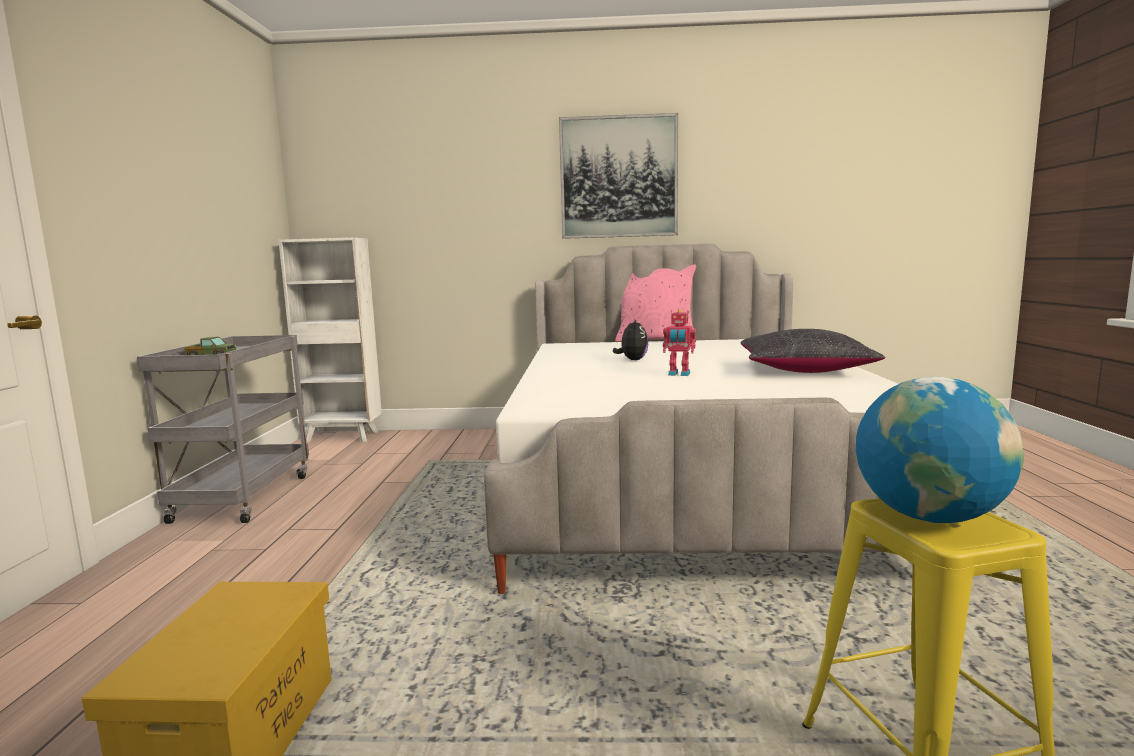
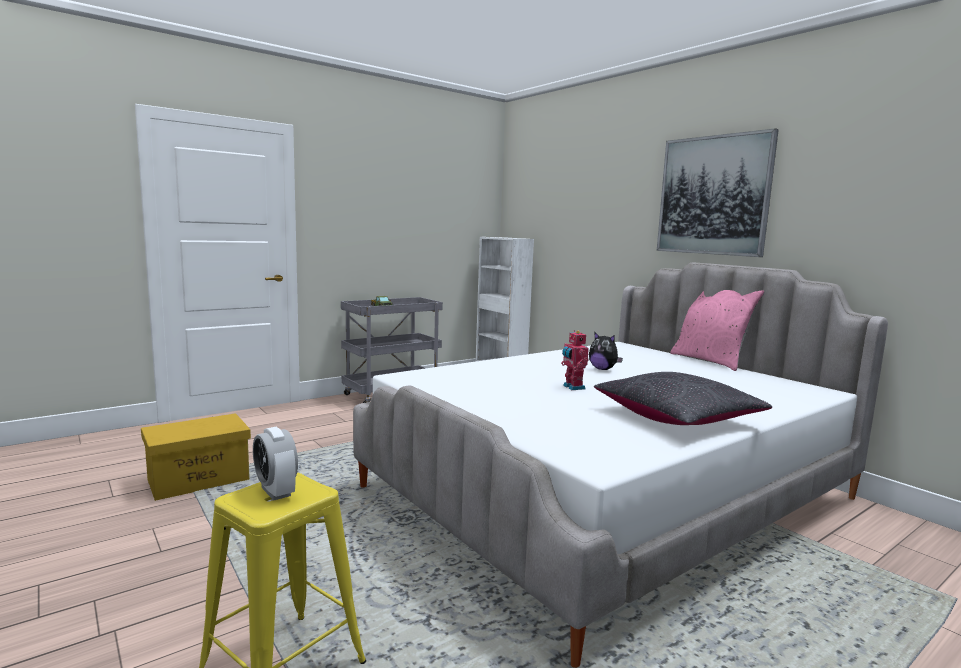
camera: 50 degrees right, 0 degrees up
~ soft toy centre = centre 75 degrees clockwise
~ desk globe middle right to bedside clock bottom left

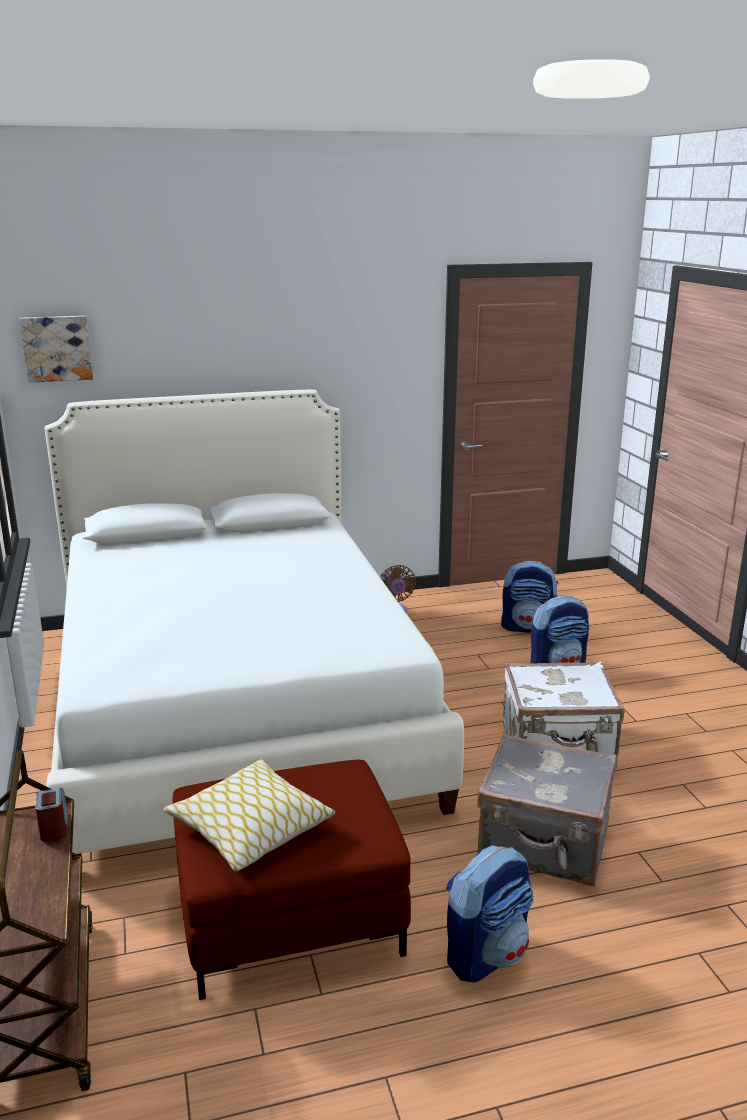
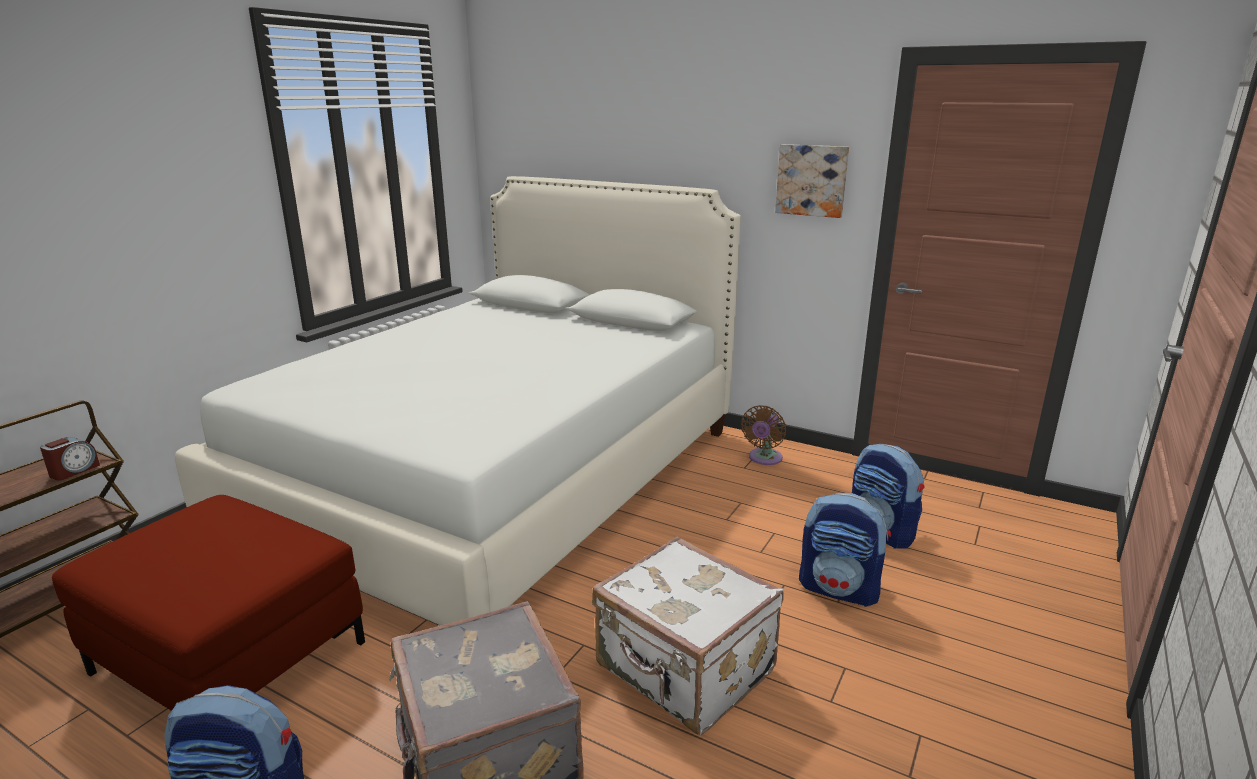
camera: 45 degrees right, 0 degrees up
~ wall picture top left to top centre
- cushion bottom centre

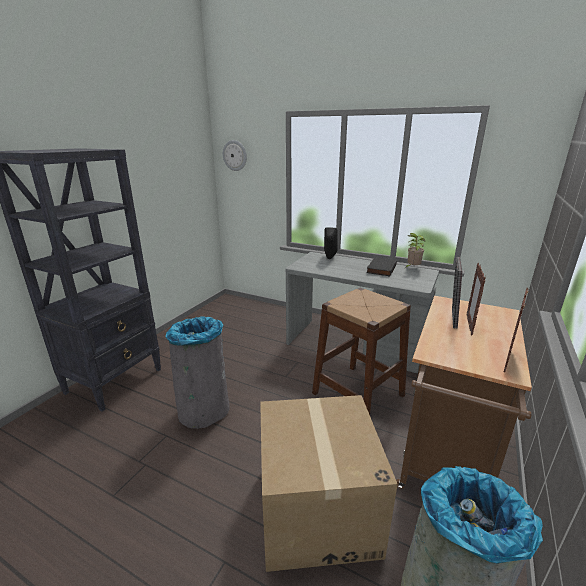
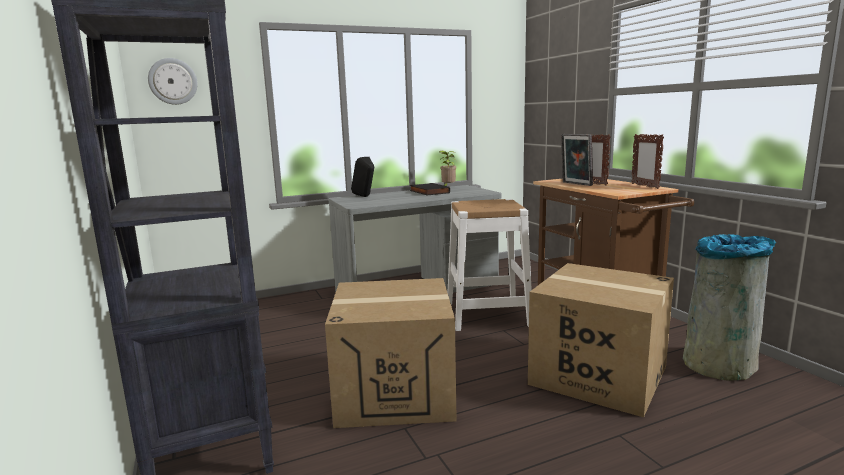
camera: 50 degrees left, 10 degrees down
~ stool/brownish centre to stool/white centre
~ trash can/gray (no. 1 from left) centre to packing box (no. 1 from left) bottom centre

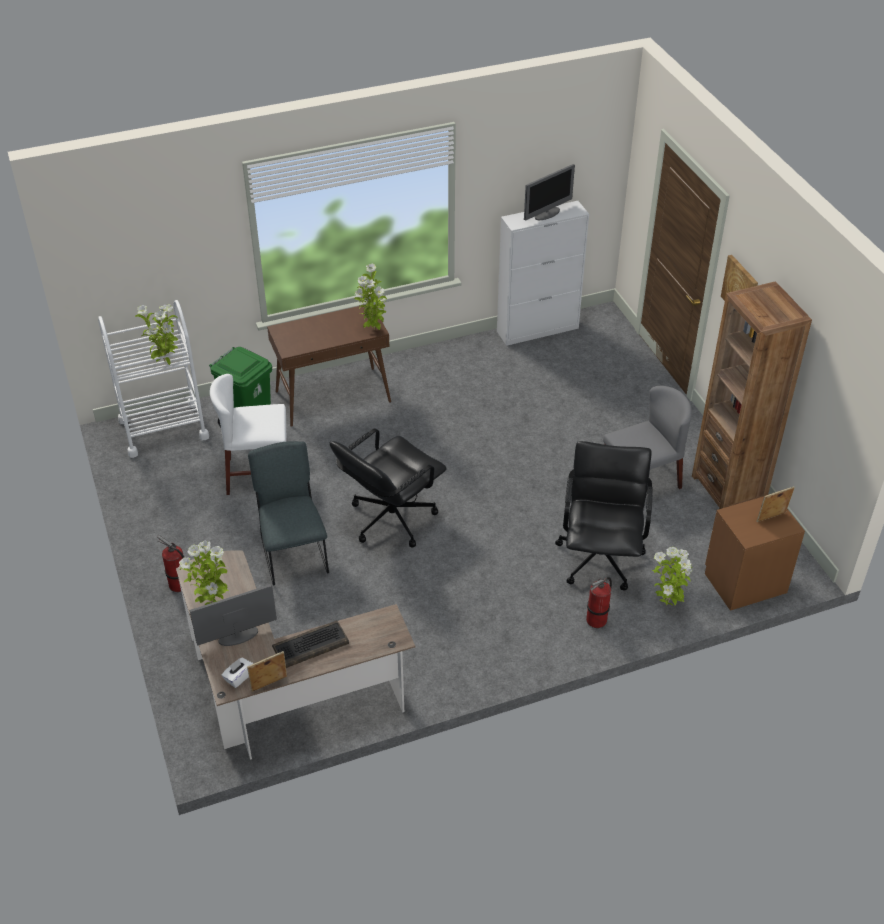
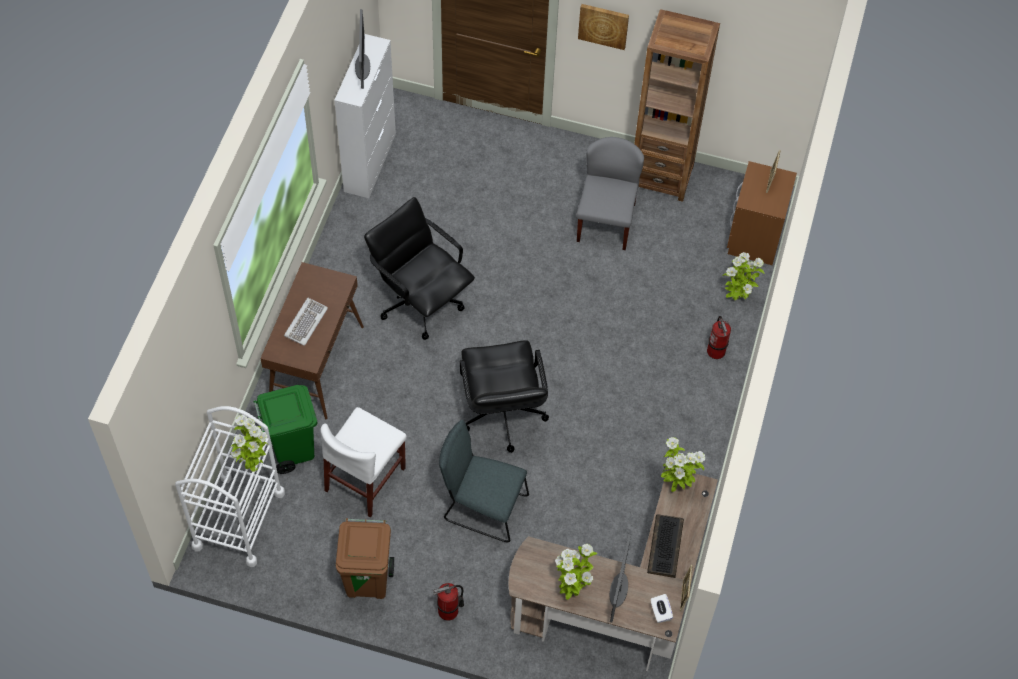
camera: 55 degrees left, 15 degrees up
~ plant in a pot (no. 3 from left) top centre to bottom right
~ office chair/blackish (no. 2 from left in the first image) middle right to office chair/blackish (no. 1 from left) centre
+ keyboard (no. 1 from left) middle left
+ trash can/brownish bottom centre

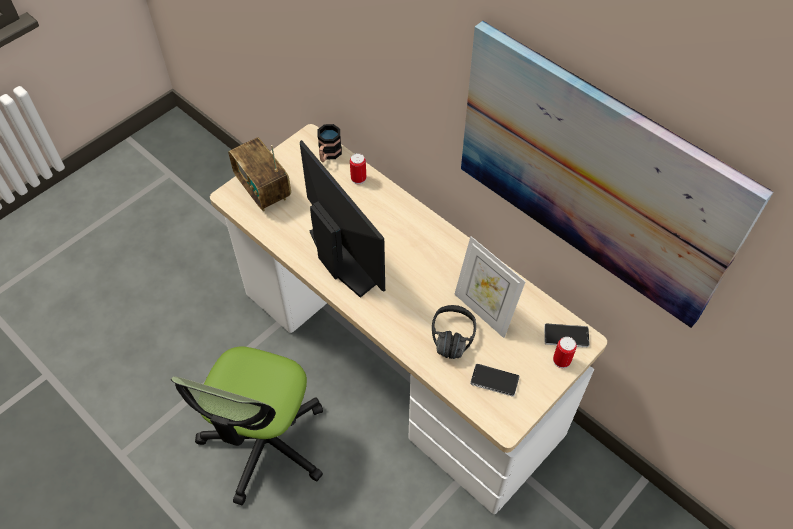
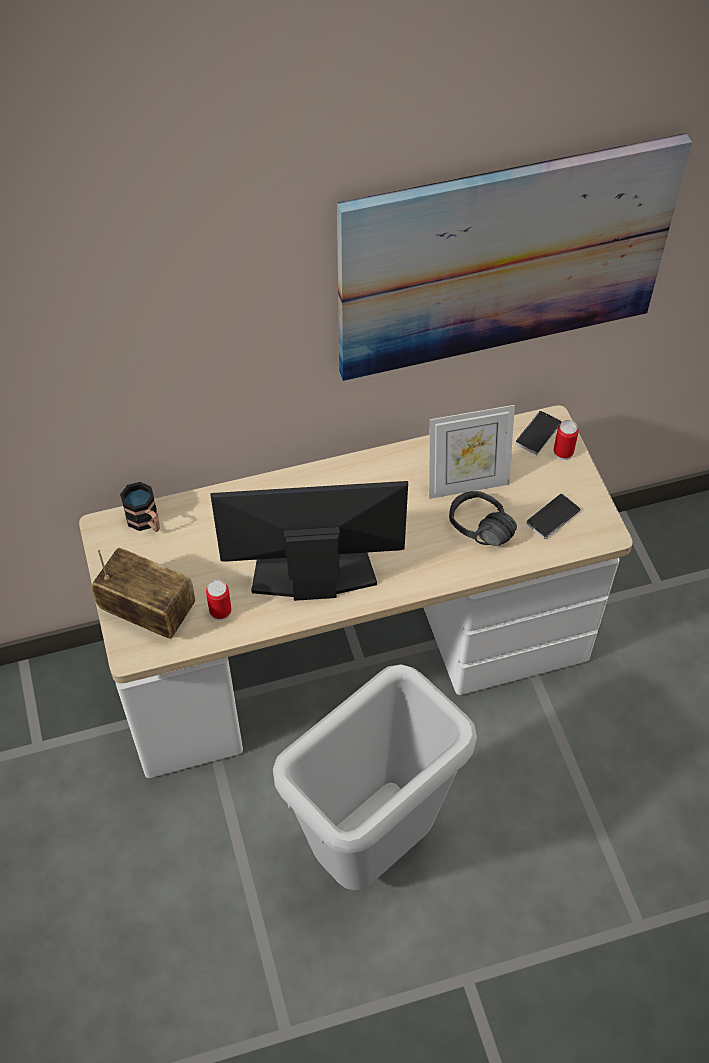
camera: 60 degrees left, 0 degrees up
~ radio top left = middle left 150 degrees counterclockwise
~ sealed can (no. 1 from left) top centre to middle left
~ office chair bottom left to trash can/gray bottom centre

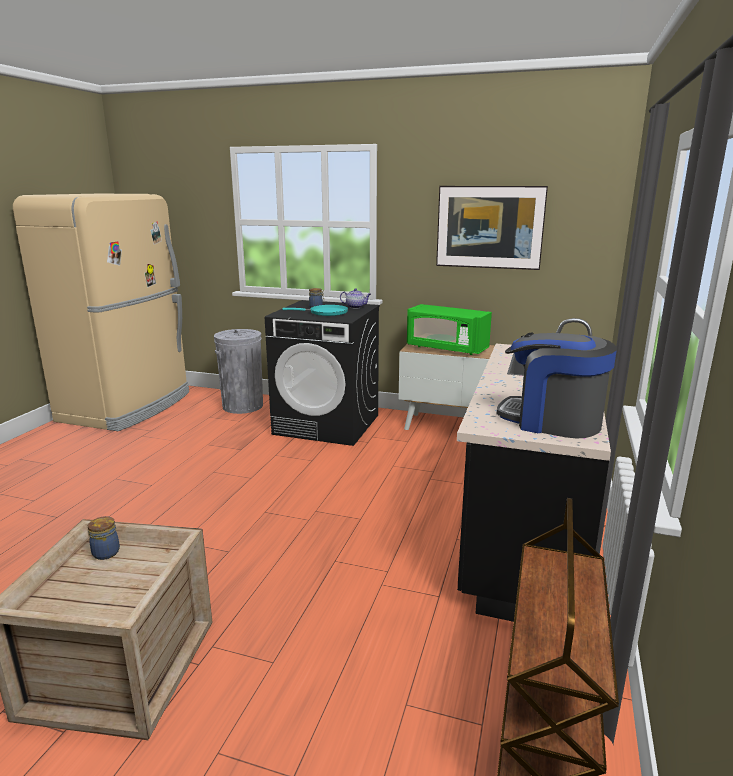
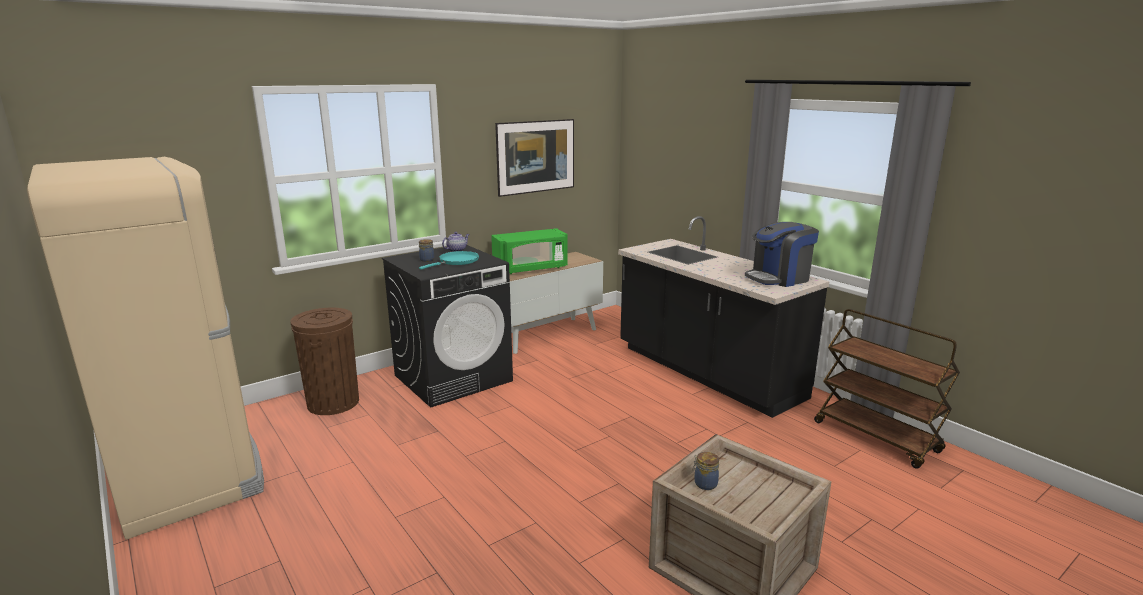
camera: 55 degrees left, 0 degrees up
~ trash can/gray middle left to trash can/brownish middle left

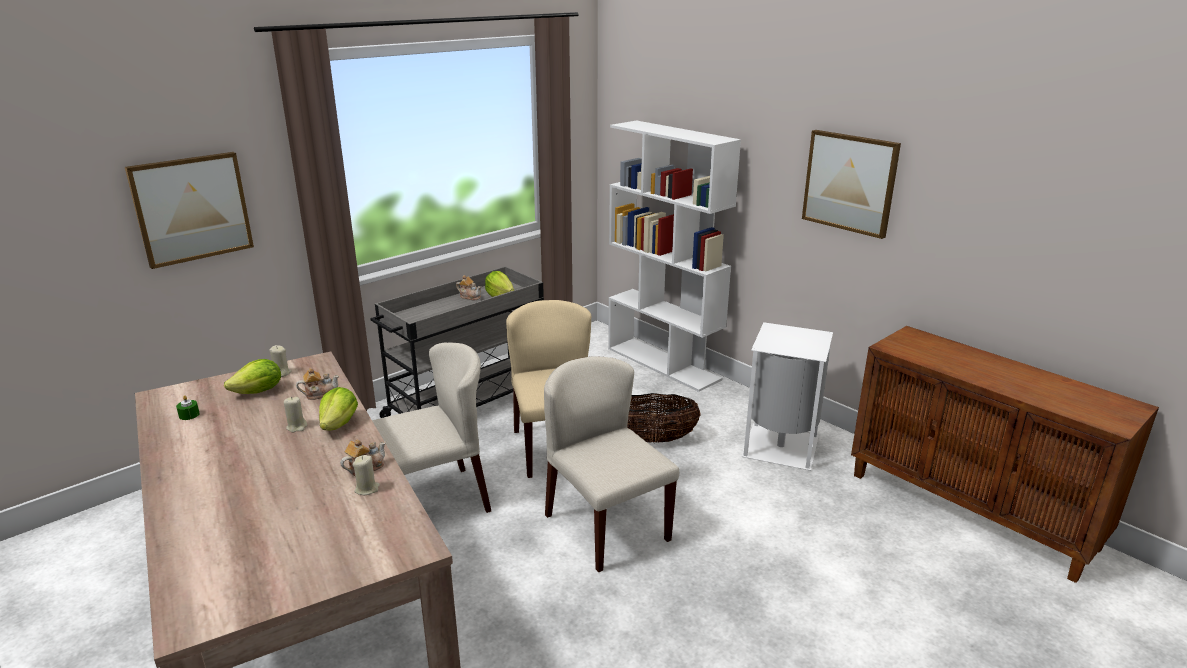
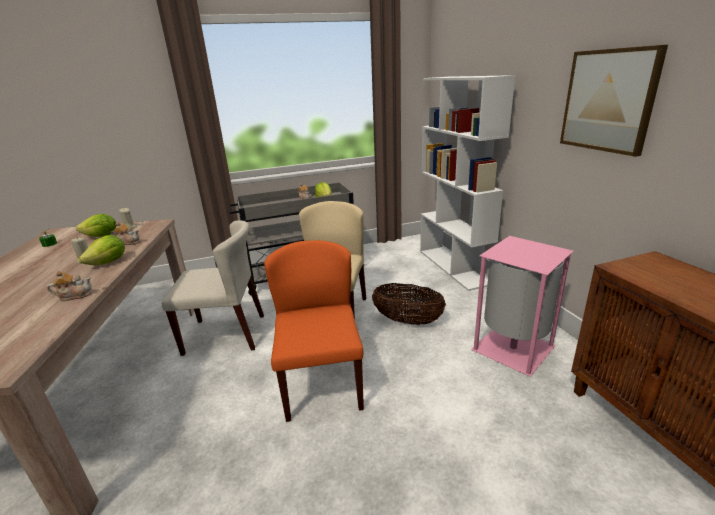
camera: 25 degrees right, 0 degrees up
- wall picture (no. 1 from left) top left
~ trash can/white centre to trash can/pink middle right
~ chair/sand-coloured (no. 3 from left) bottom centre to chair/orangey centre
- wax candle/sand-coloured (no. 3 from left) bottom left

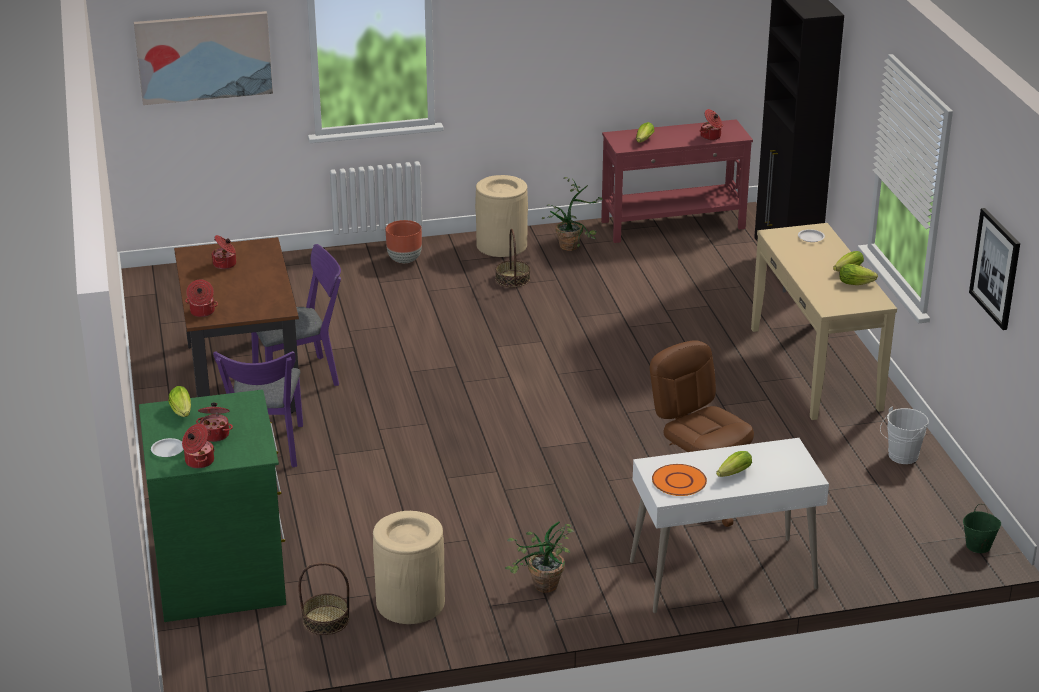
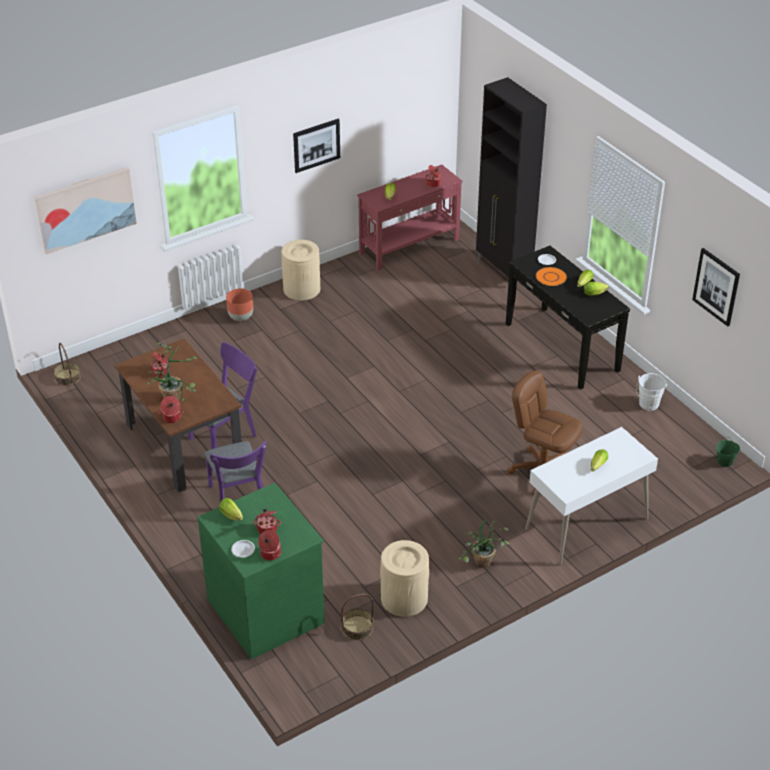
camera: 20 degrees left, 10 degrees up
~ plant in a pot (no. 2 from left in the first image) top centre to plant in a pot (no. 1 from left) middle left
~ console table/sand-coloured middle right to console table/blackish middle right
~ storage basket (no. 2 from left in the first image) centre to storage basket (no. 1 from left) middle left
~ flat dish/orangey bottom centre to middle right
+ wall picture (no. 2 from left) top centre

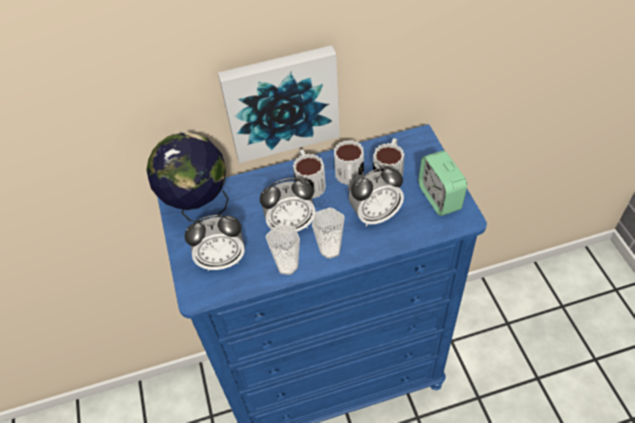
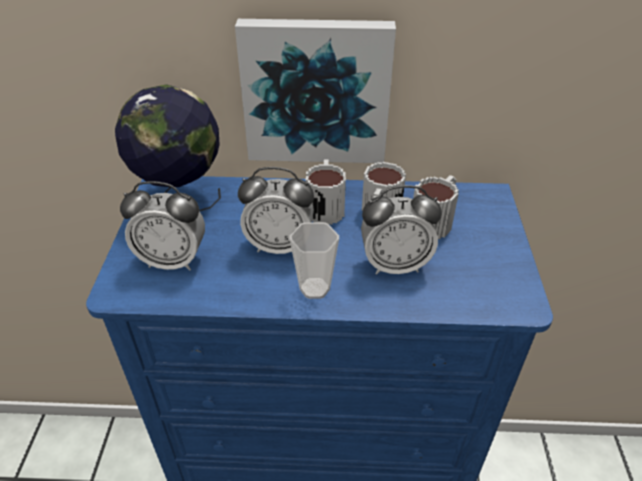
camera: 15 degrees right, 10 degrees down
- bedside clock (no. 4 from left) middle right
- cup (no. 1 from left) centre

